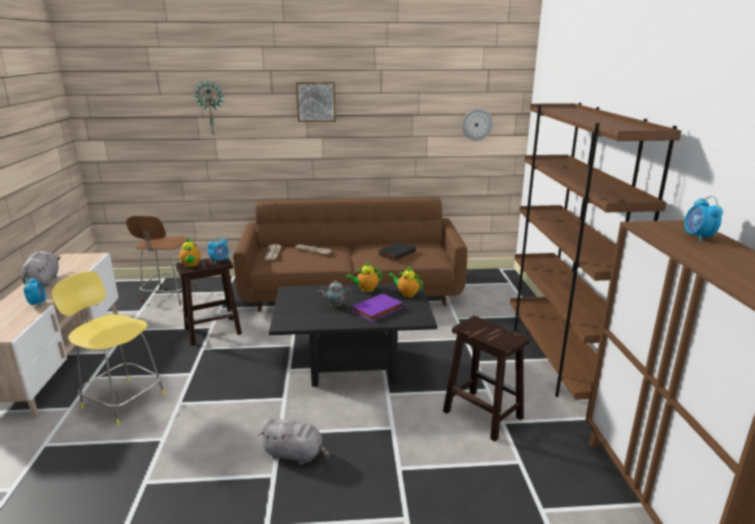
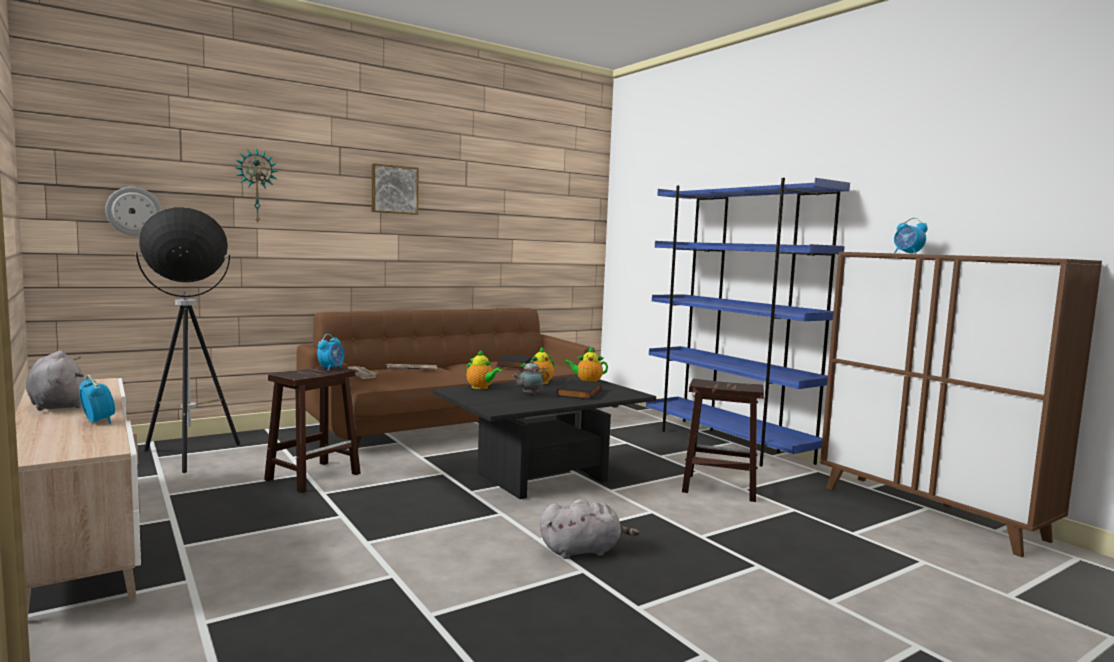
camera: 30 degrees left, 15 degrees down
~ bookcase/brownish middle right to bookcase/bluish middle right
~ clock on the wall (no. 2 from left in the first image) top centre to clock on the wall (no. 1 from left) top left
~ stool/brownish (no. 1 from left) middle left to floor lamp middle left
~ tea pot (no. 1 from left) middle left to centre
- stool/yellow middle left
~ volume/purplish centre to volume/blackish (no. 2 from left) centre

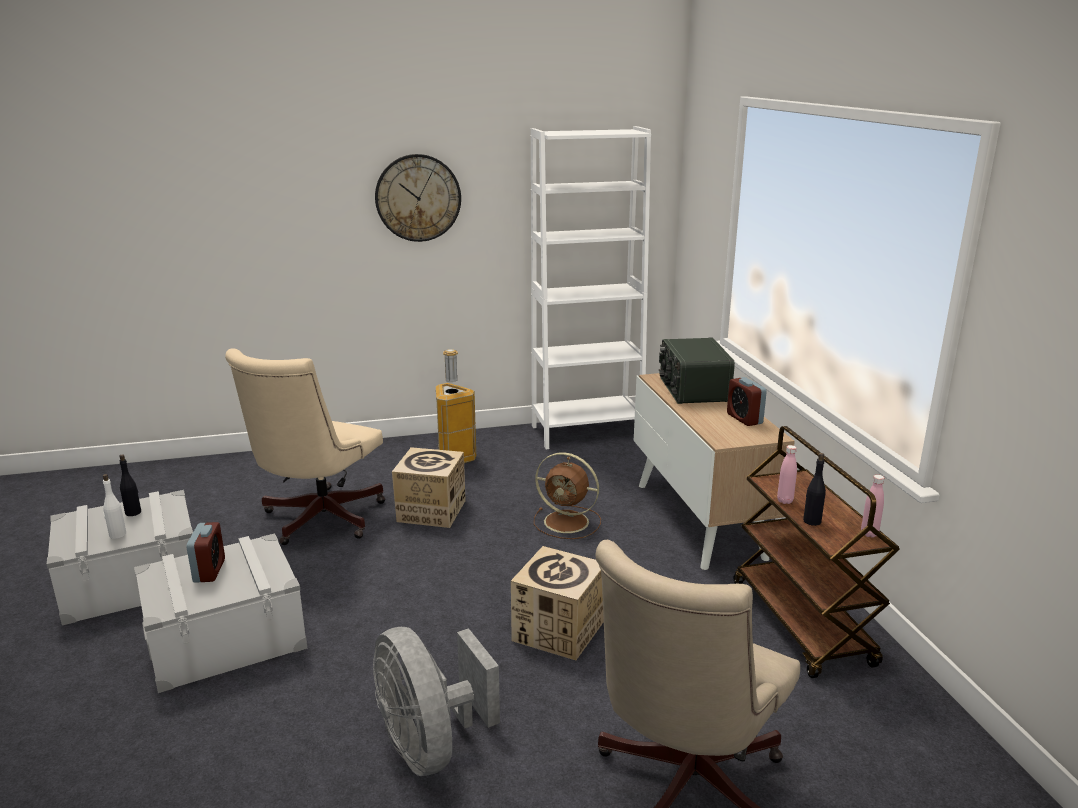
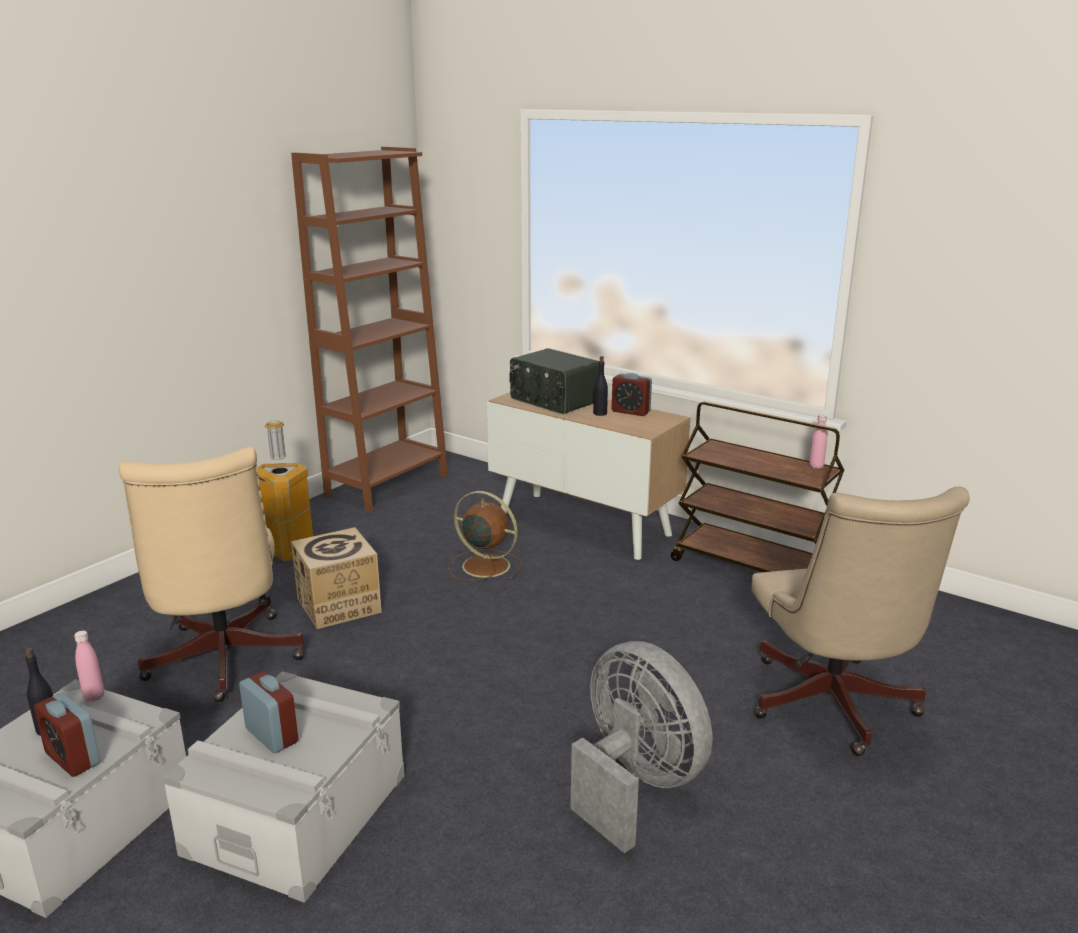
camera: 40 degrees left, 0 degrees up
~ bookcase/white centre to bookcase/brownish centre
- clock on the wall top centre
~ bottle/pink (no. 1 from left) middle right to bottom left
~ fan/brownish centre = centre 135 degrees counterclockwise
~ bottle/blackish (no. 2 from left) middle right to centre
~ bottle/white middle left to bedside clock (no. 1 from left) bottom left
- packing box (no. 2 from left) bottom centre
~ fan/gray bottom centre = bottom centre 150 degrees counterclockwise

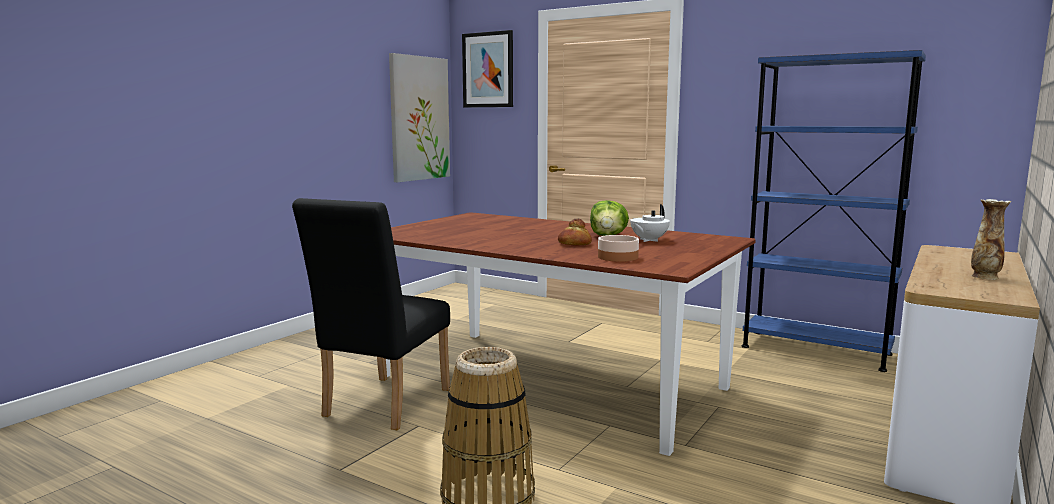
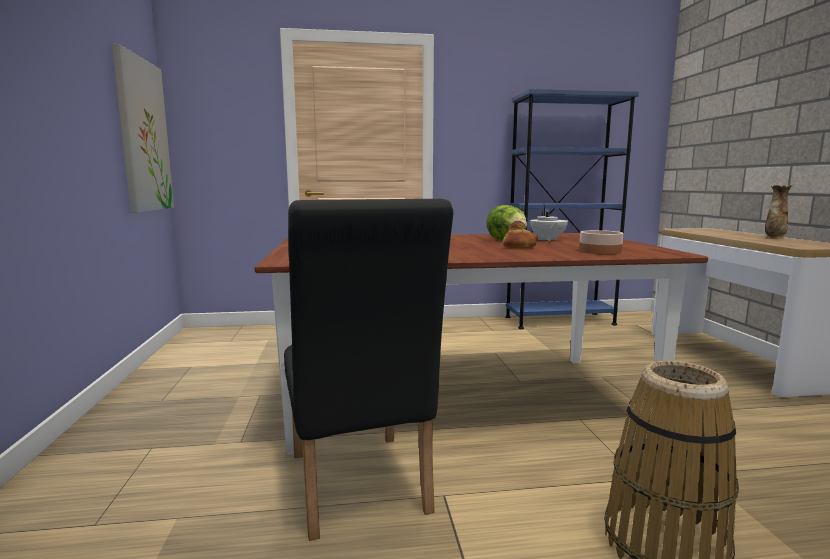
camera: 40 degrees left, 0 degrees up
- wall picture (no. 2 from left) top centre

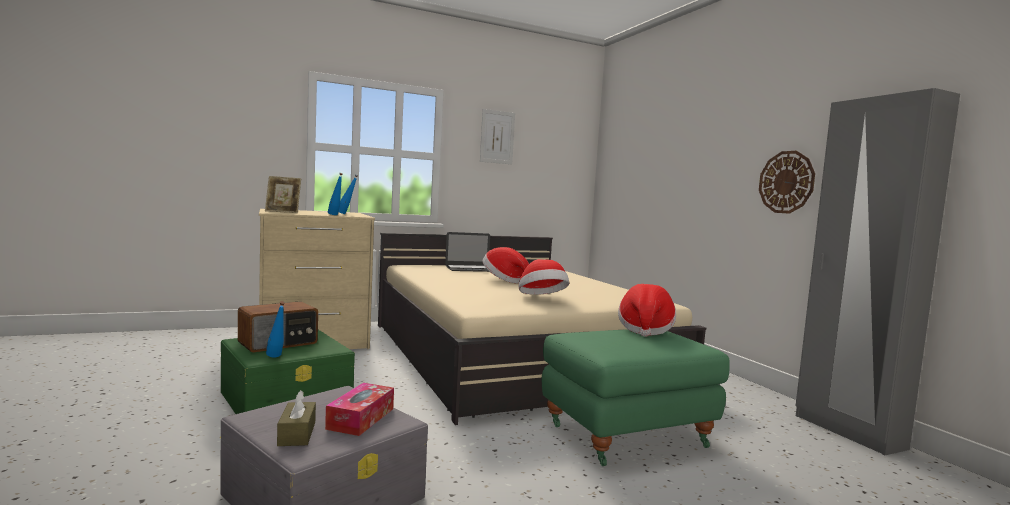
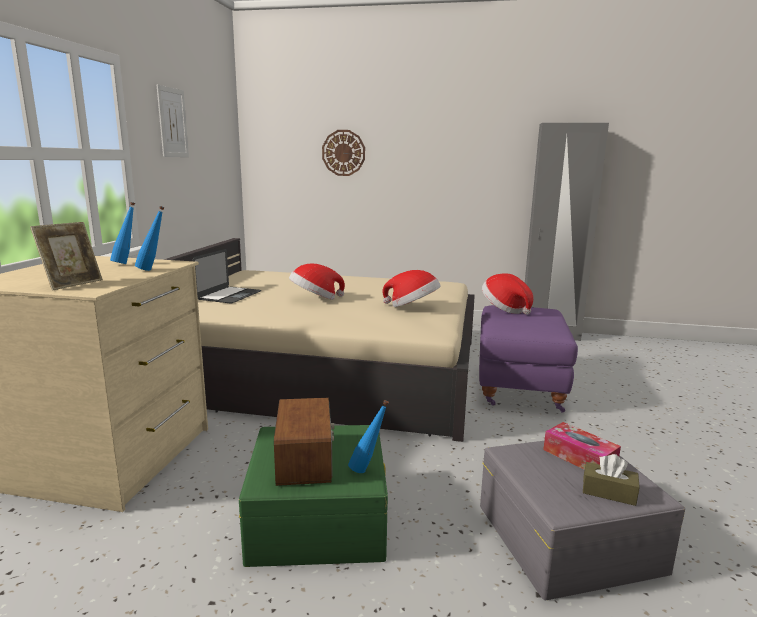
camera: 55 degrees left, 10 degrees up
~ clock on the wall middle right to top centre
~ ottoman/green bottom centre to ottoman/purplish middle right

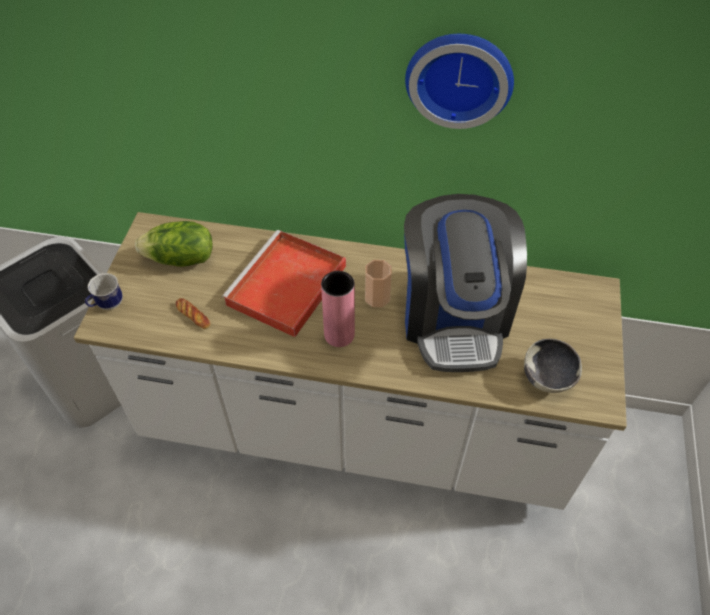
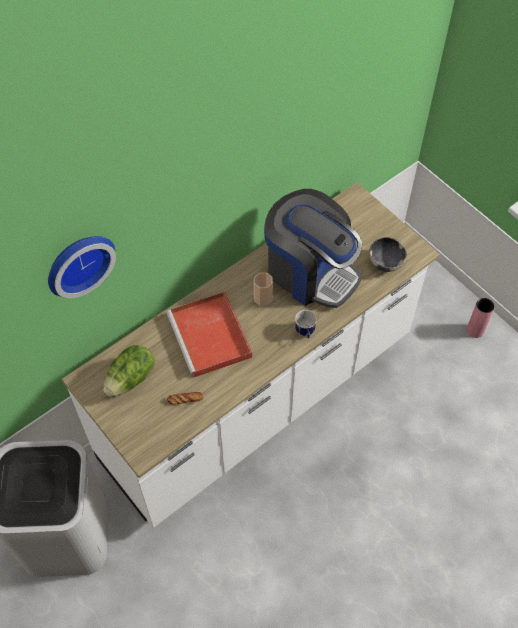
camera: 50 degrees left, 5 degrees up
~ clock on the wall top centre to middle left
~ flower vase/pink centre to middle right
~ tea mug middle left to centre

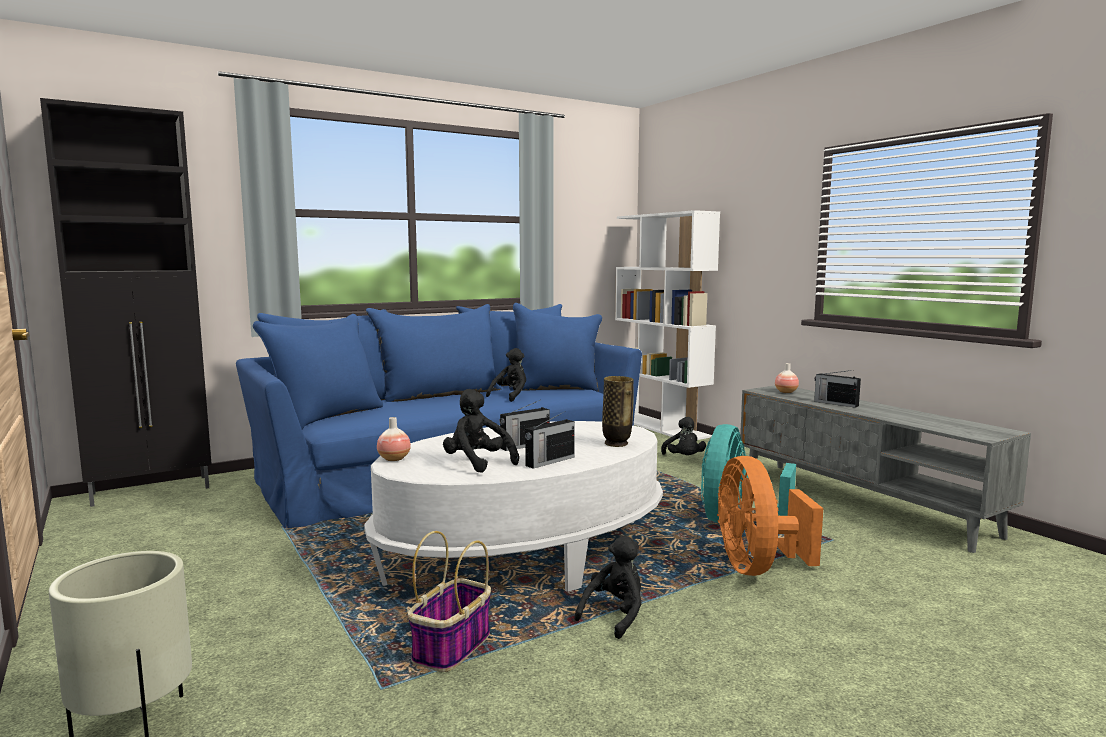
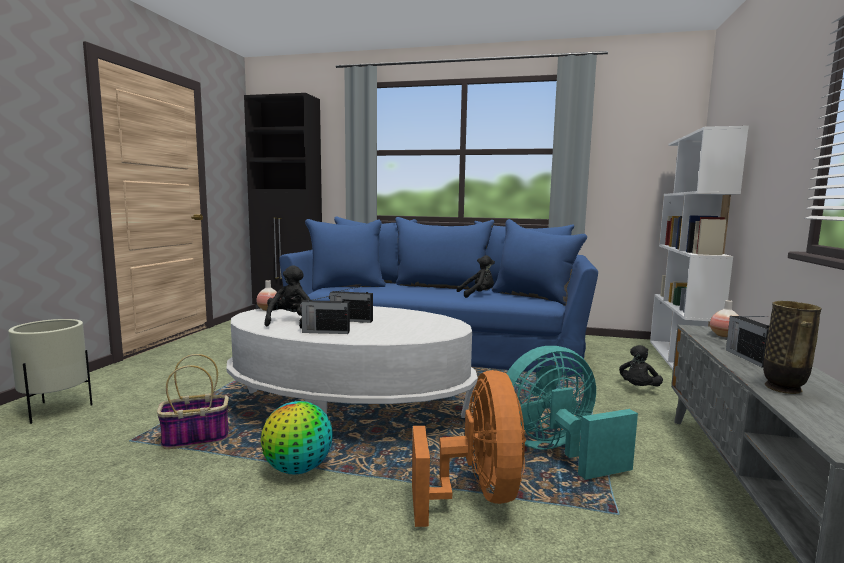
camera: 45 degrees right, 0 degrees up
~ flower vase (no. 2 from left in the first image) centre to flower vase (no. 3 from left) middle right
~ fan/orangey bottom right = bottom centre 135 degrees clockwise
~ soft toy/blackish (no. 3 from left) bottom centre to desk globe bottom centre

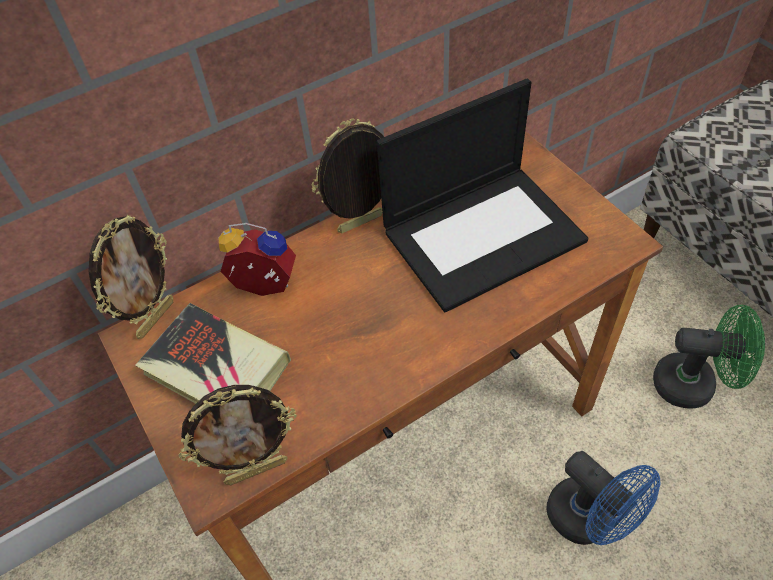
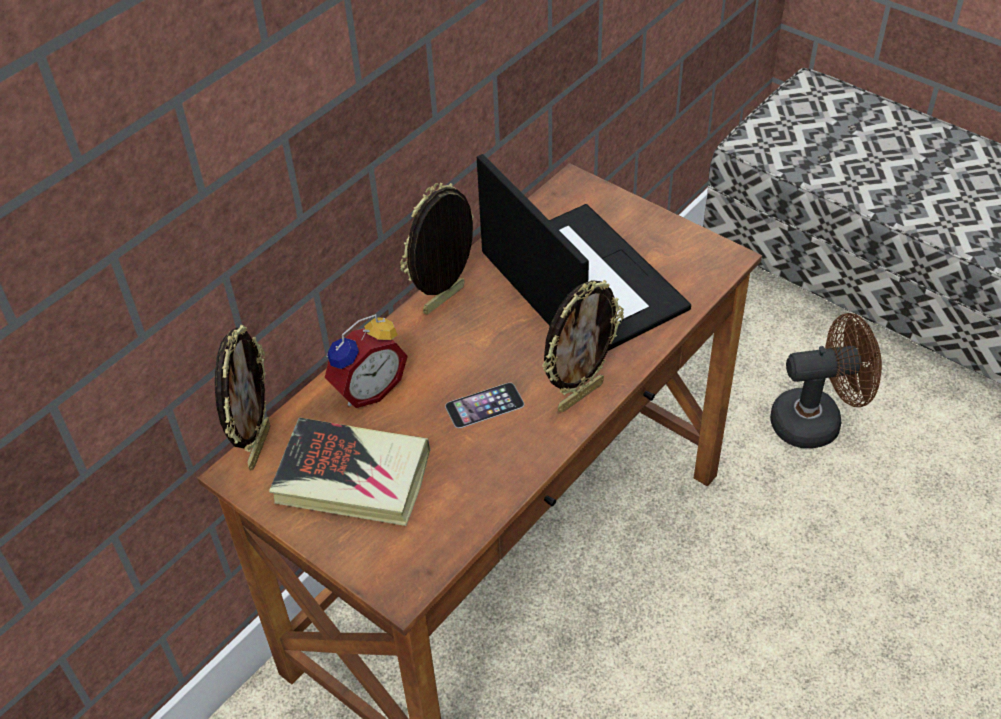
camera: 20 degrees left, 5 degrees down
~ notebook computer centre = centre 75 degrees counterclockwise
~ bedside clock middle left = centre 150 degrees clockwise
~ fan/green middle right to fan/brownish middle right
~ photo frame (no. 2 from left in the first image) bottom left to photo frame (no. 3 from left) centre
- fan/bluish bottom right
+ handset centre

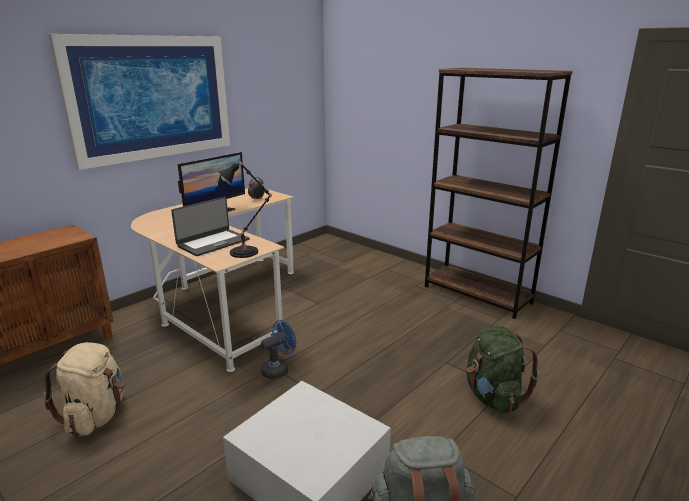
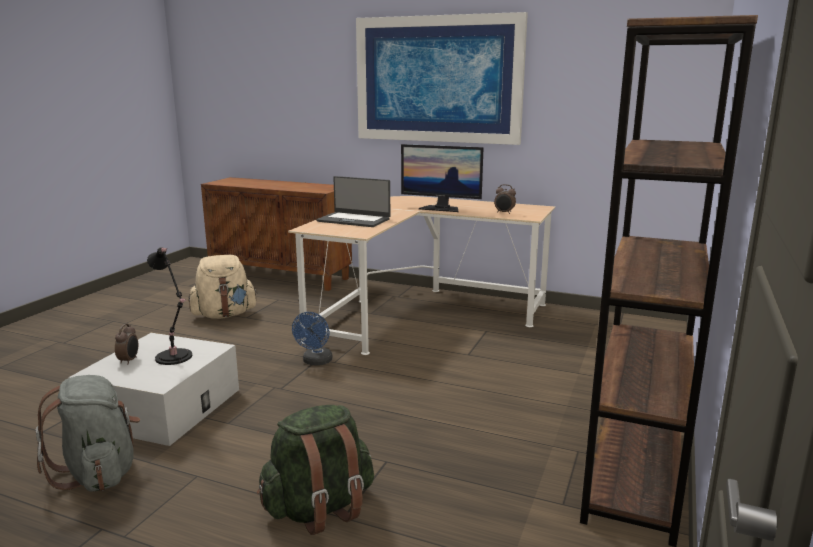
camera: 70 degrees right, 5 degrees down
~ lamp for a table/blackish centre to middle left
~ fan/bluish bottom centre = centre 75 degrees clockwise
+ bedside clock (no. 1 from left) middle left

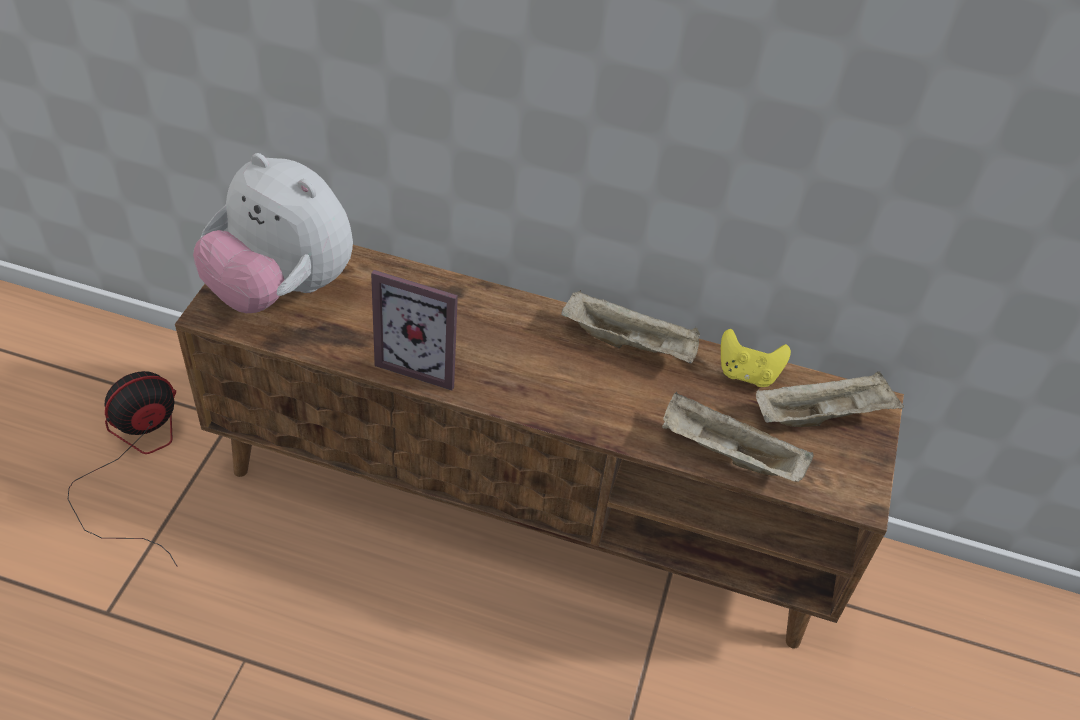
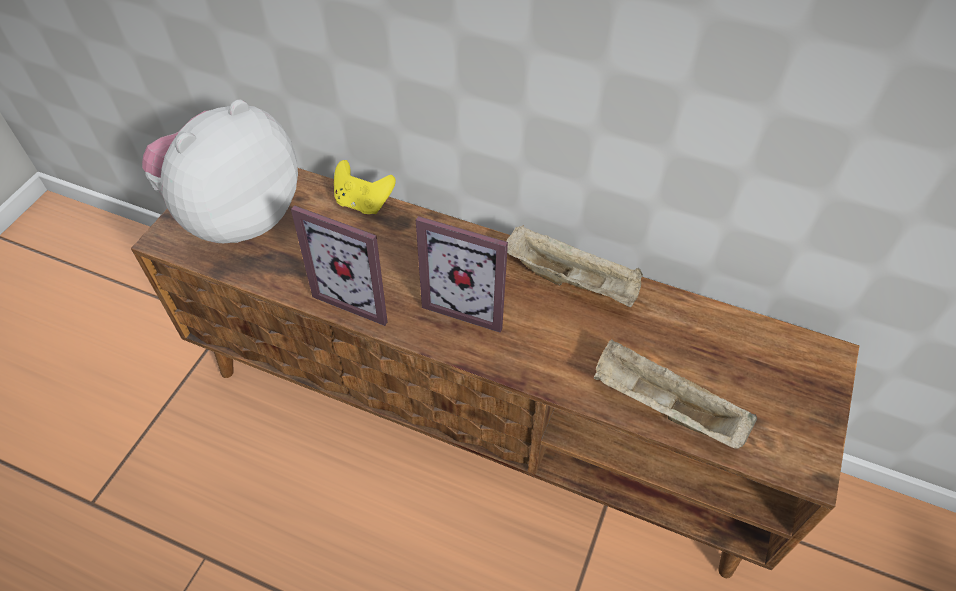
camera: 10 degrees right, 5 degrees up
~ soft toy top left = top left 90 degrees clockwise
~ game controller/yellow middle right to top centre
- fan middle left
- carrying tray/sand-coloured (no. 3 from left) middle right
+ photo frame (no. 2 from left) centre

